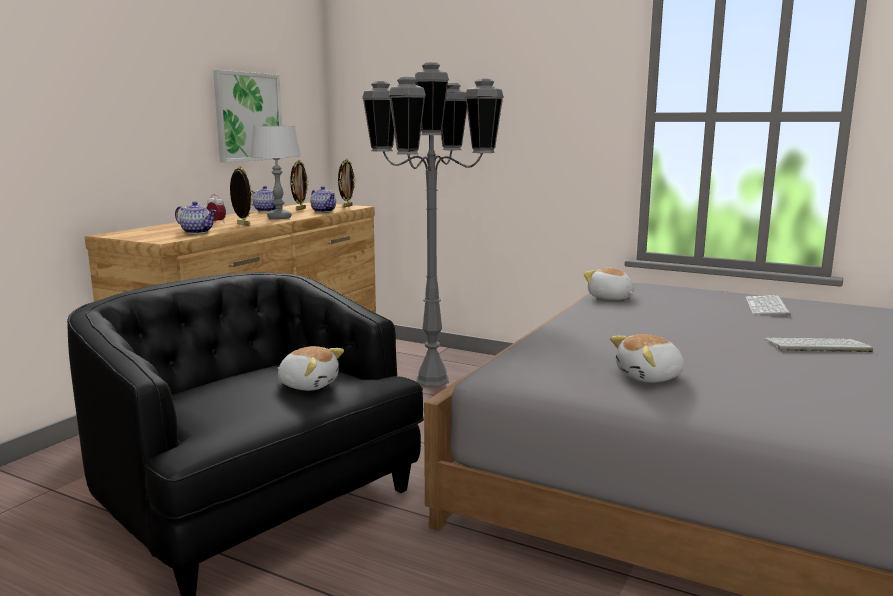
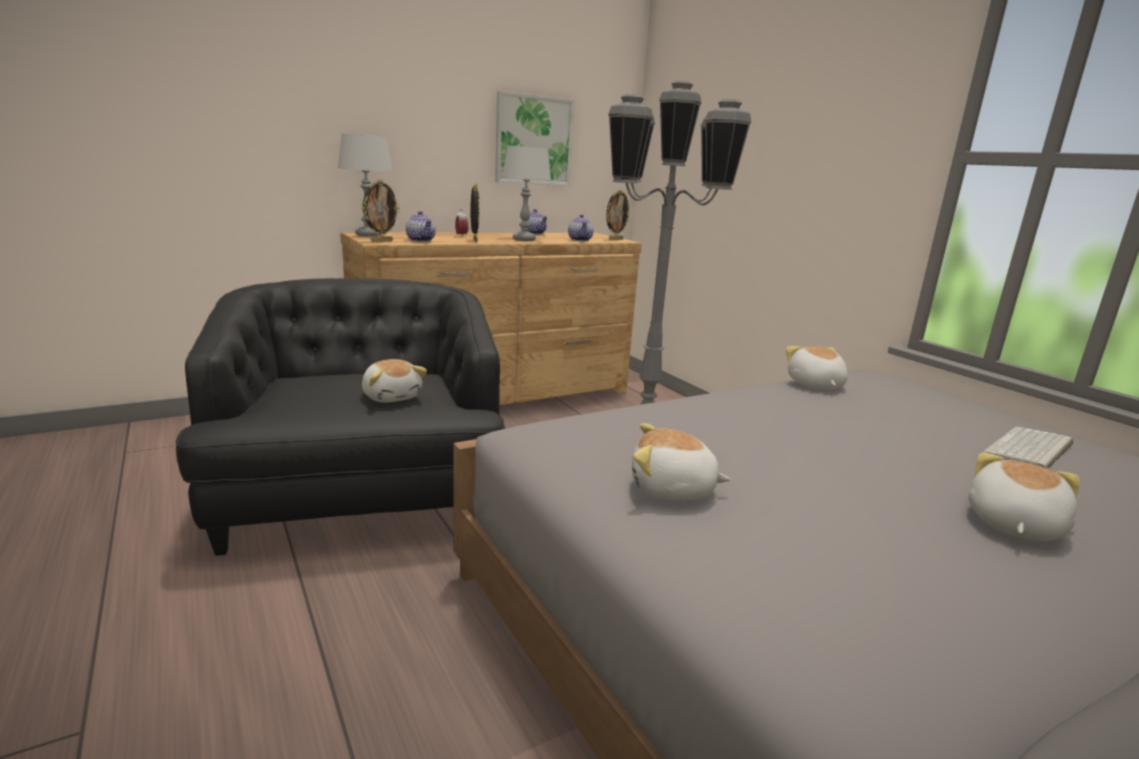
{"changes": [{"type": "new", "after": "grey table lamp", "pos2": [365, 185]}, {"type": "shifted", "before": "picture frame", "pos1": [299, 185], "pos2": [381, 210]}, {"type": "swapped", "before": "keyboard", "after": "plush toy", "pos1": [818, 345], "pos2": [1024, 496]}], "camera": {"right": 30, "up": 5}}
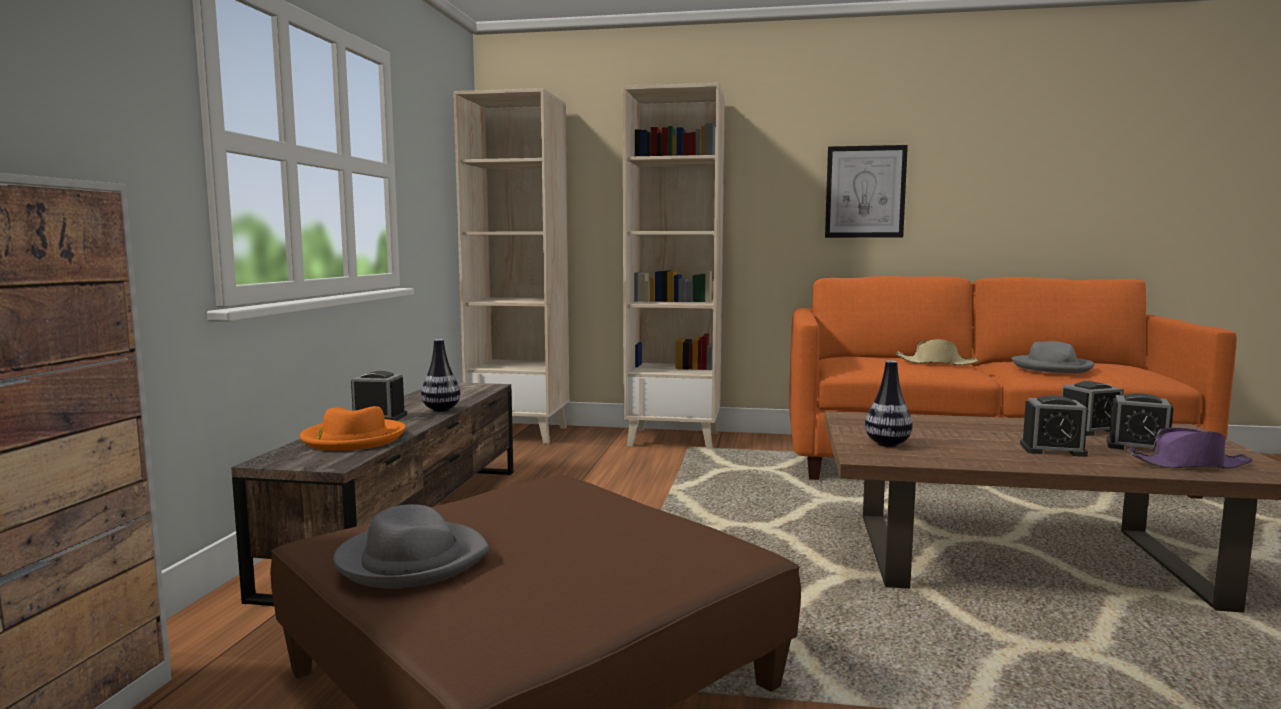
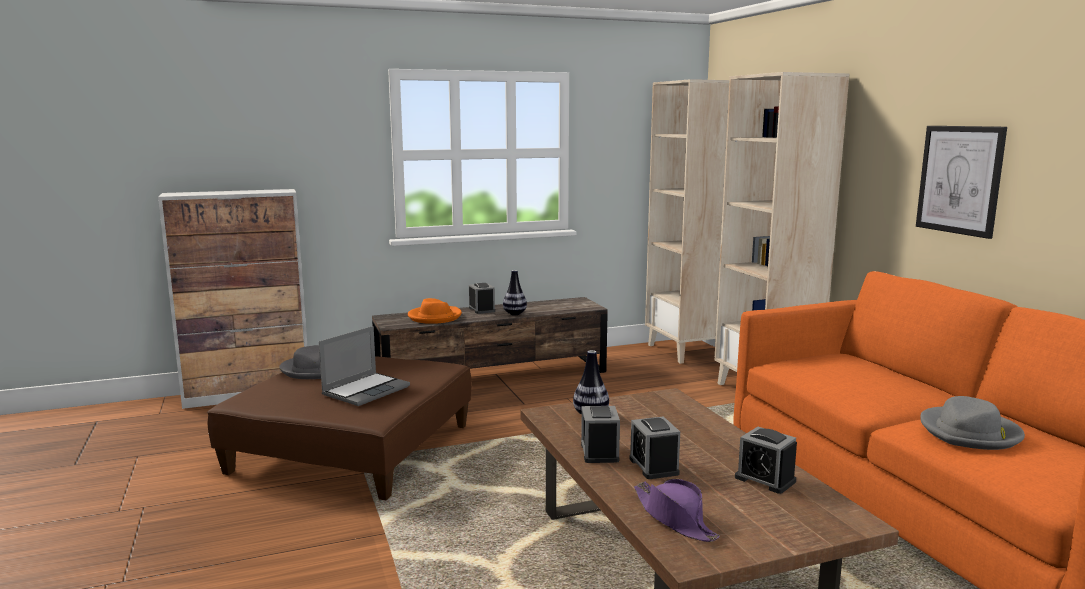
{"changes": [{"type": "new", "after": "laptop", "pos2": [364, 366]}, {"type": "shifted", "before": "alarm clock", "pos1": [1140, 421], "pos2": [600, 434]}, {"type": "gone", "before": "beige hat", "pos1": [937, 352]}], "camera": {"right": 60, "up": 5}}
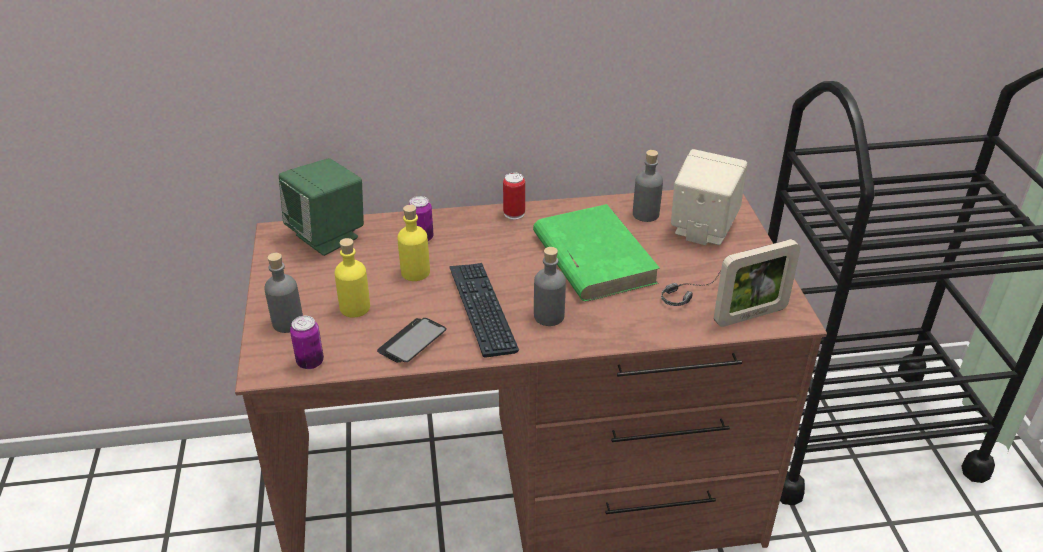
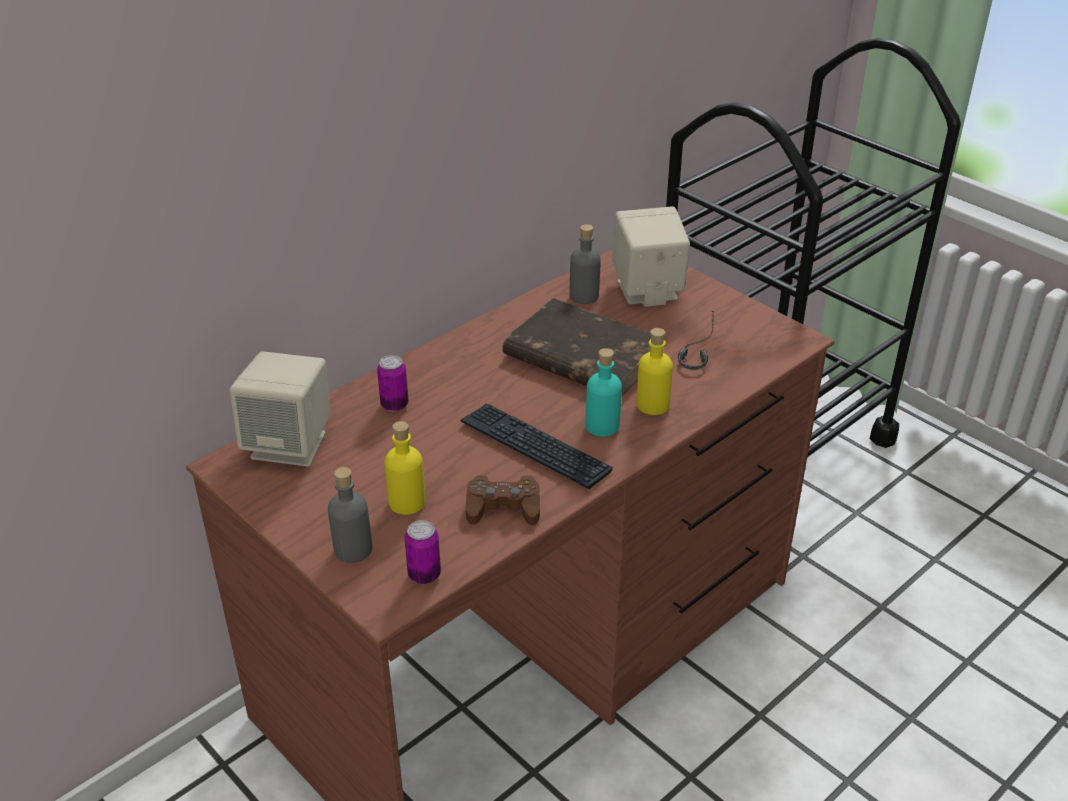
{"changes": [{"type": "repainted", "before": "green speaker", "after": "beige speaker", "pos1": [321, 207], "pos2": [280, 408]}, {"type": "swapped", "before": "phone", "after": "brown game controller", "pos1": [412, 340], "pos2": [503, 500]}, {"type": "repainted", "before": "green book", "after": "brown book", "pos1": [596, 252], "pos2": [583, 347]}, {"type": "repainted", "before": "grey bottle", "after": "turquoise bottle", "pos1": [550, 286], "pos2": [604, 392]}, {"type": "shifted", "before": "yellow bottle", "pos1": [413, 243], "pos2": [655, 371]}, {"type": "gone", "before": "can", "pos1": [514, 196]}, {"type": "gone", "before": "picture frame", "pos1": [757, 283]}], "camera": {"right": -35, "up": 0}}
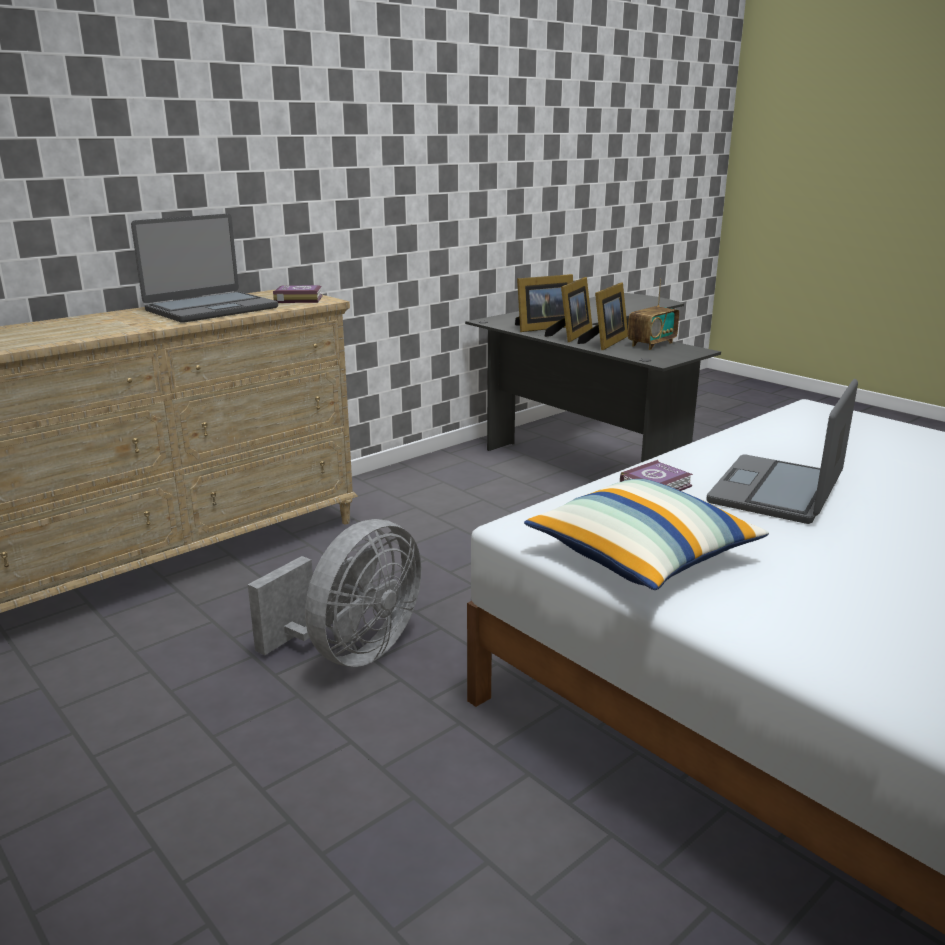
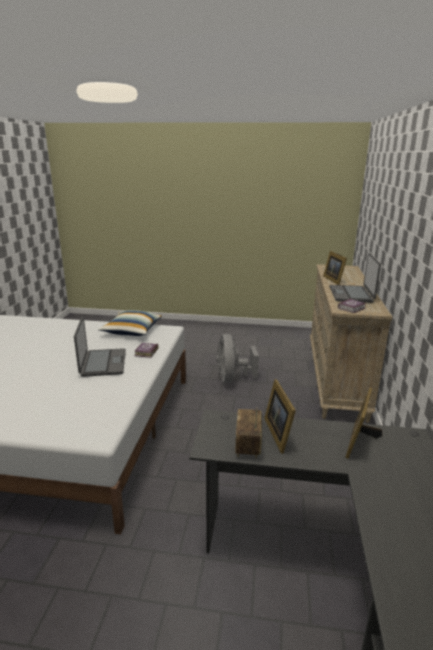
{"changes": [{"type": "shifted", "before": "picture frame", "pos1": [568, 309], "pos2": [335, 268]}], "camera": {"right": 140, "up": 0}}
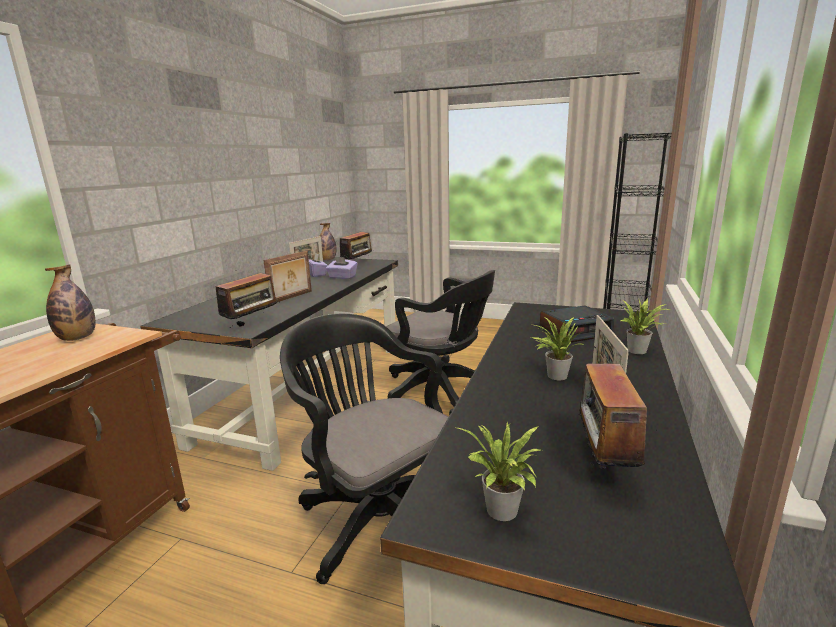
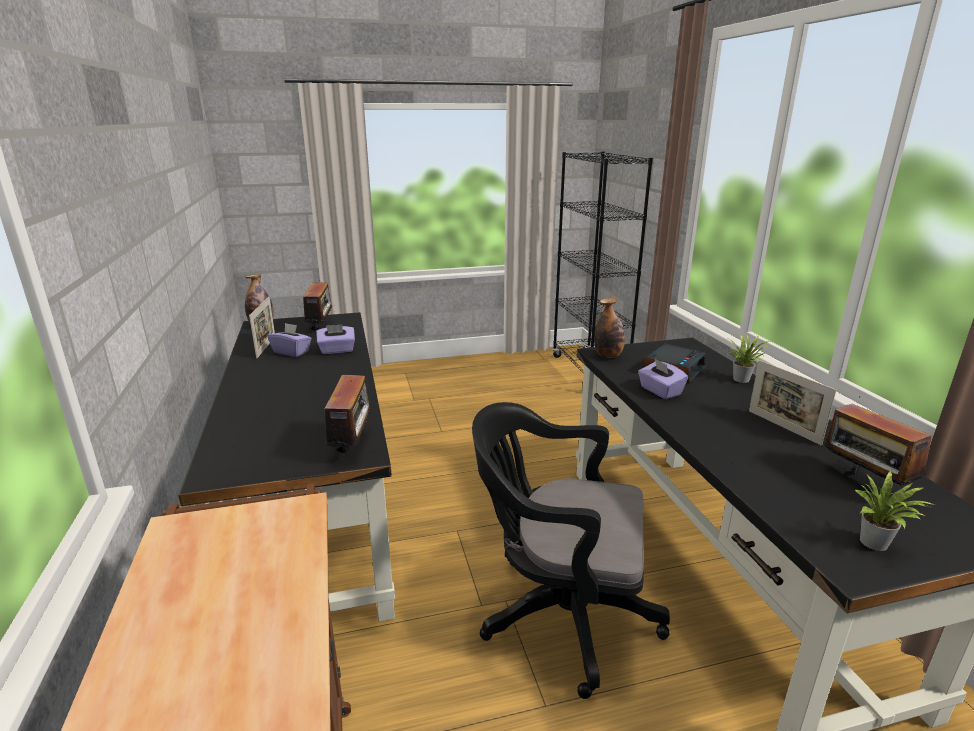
{"changes": [{"type": "shifted", "before": "bottle", "pos1": [70, 302], "pos2": [609, 328]}, {"type": "new", "after": "purple tissue box", "pos2": [663, 379]}, {"type": "gone", "before": "picture frame", "pos1": [287, 276]}, {"type": "gone", "before": "black office chair", "pos1": [440, 342]}, {"type": "gone", "before": "potted plant", "pos1": [558, 348]}], "camera": {"right": -35, "up": 5}}
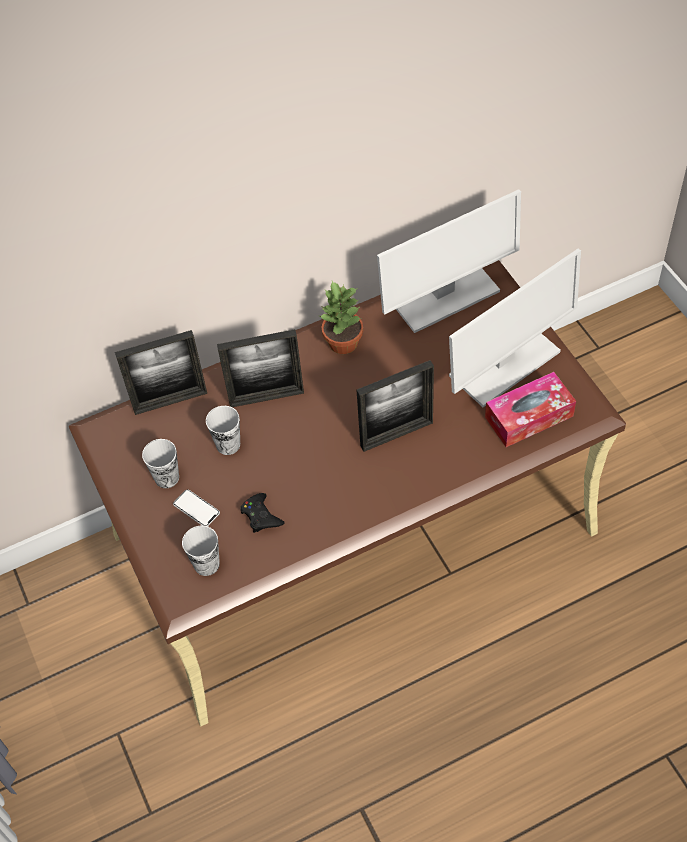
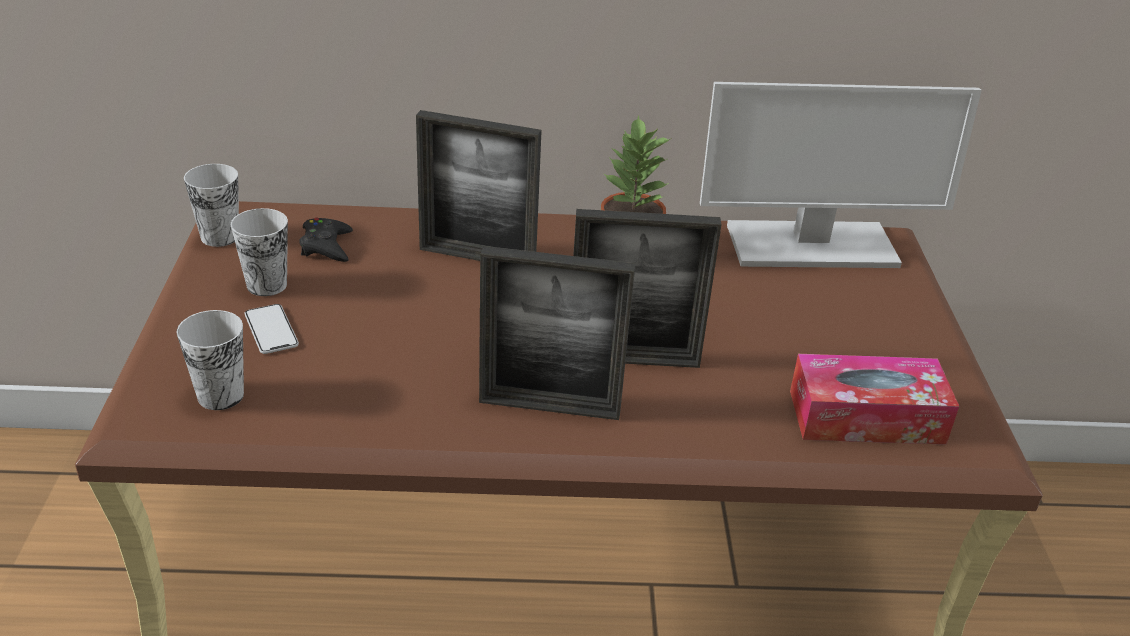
{"changes": [{"type": "shifted", "before": "cup", "pos1": [223, 430], "pos2": [211, 205]}, {"type": "shifted", "before": "black game controller", "pos1": [262, 513], "pos2": [326, 240]}, {"type": "shifted", "before": "picture frame", "pos1": [161, 372], "pos2": [557, 333]}, {"type": "gone", "before": "monitor", "pos1": [515, 328]}], "camera": {"right": 20, "up": -20}}
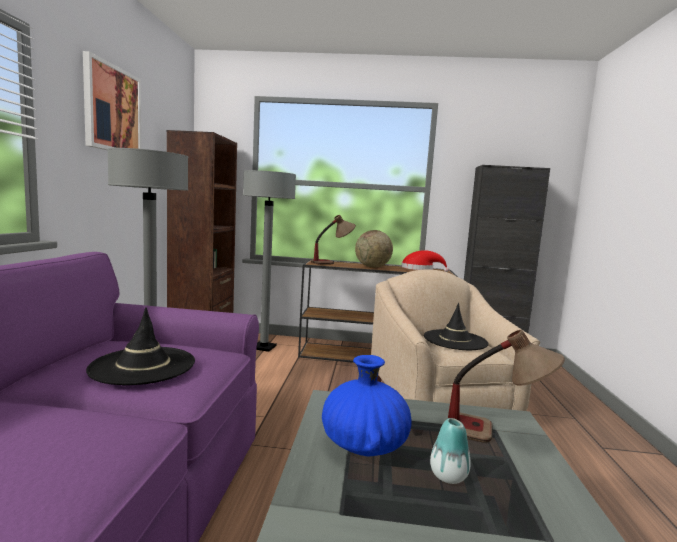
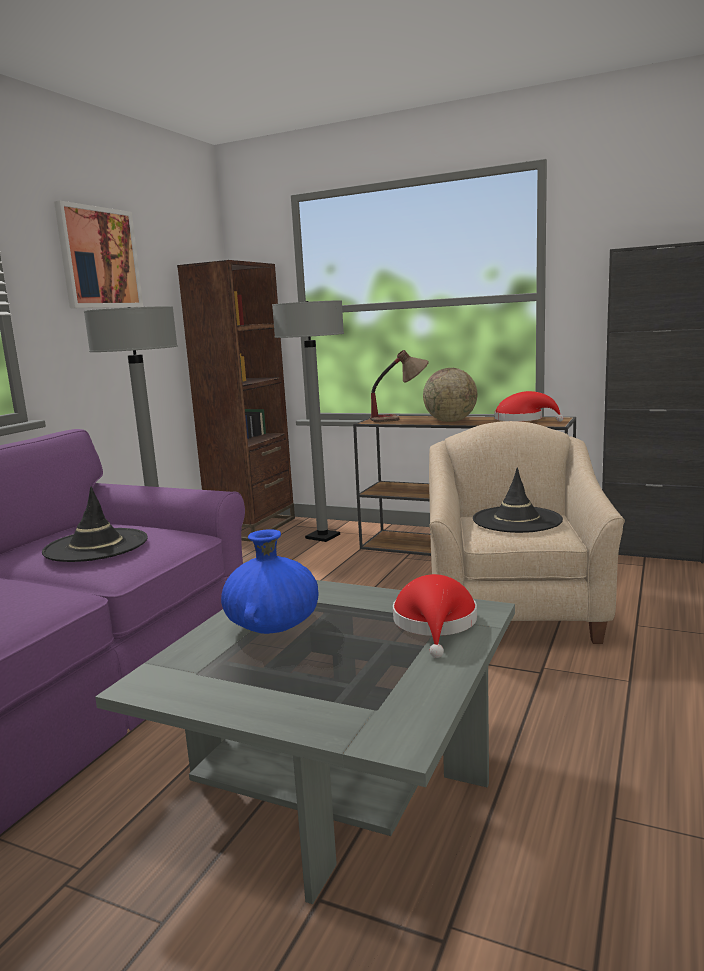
{"changes": [{"type": "swapped", "before": "table lamp", "after": "red hat", "pos1": [506, 386], "pos2": [435, 616]}, {"type": "gone", "before": "vase", "pos1": [450, 451]}], "camera": {"right": 20, "up": 5}}
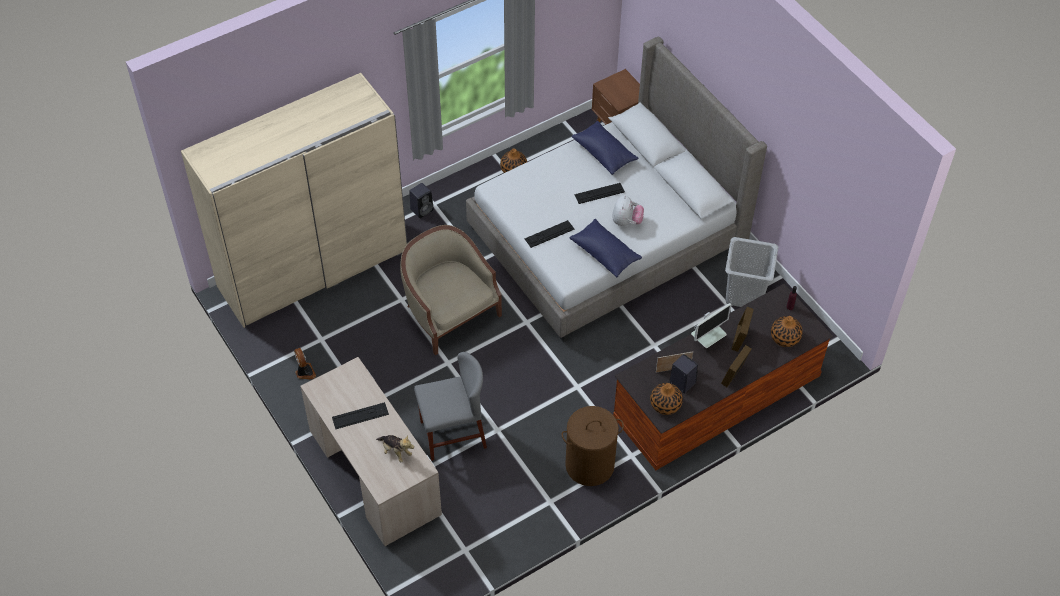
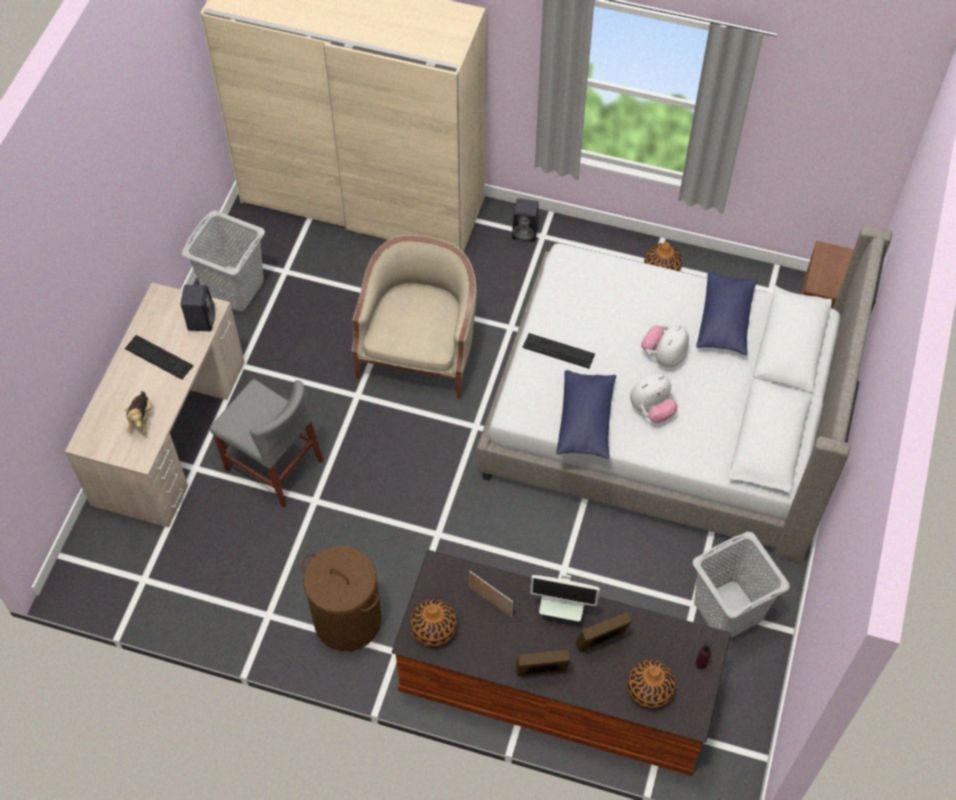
{"changes": [{"type": "swapped", "before": "fan", "after": "grey laundry basket", "pos1": [305, 363], "pos2": [223, 260]}, {"type": "shifted", "before": "black speaker", "pos1": [683, 373], "pos2": [198, 308]}, {"type": "swapped", "before": "keyboard", "after": "plush toy", "pos1": [599, 193], "pos2": [665, 346]}], "camera": {"right": 50, "up": 5}}
